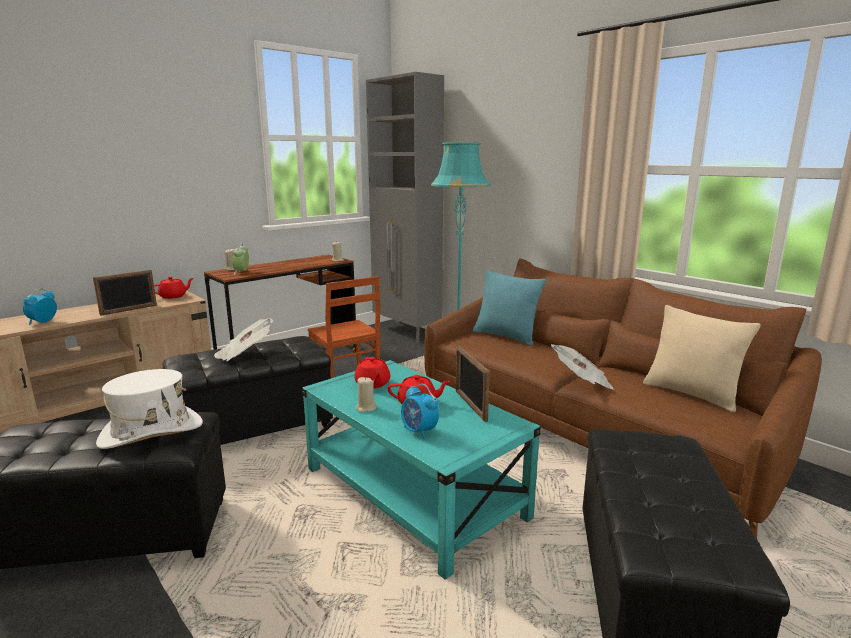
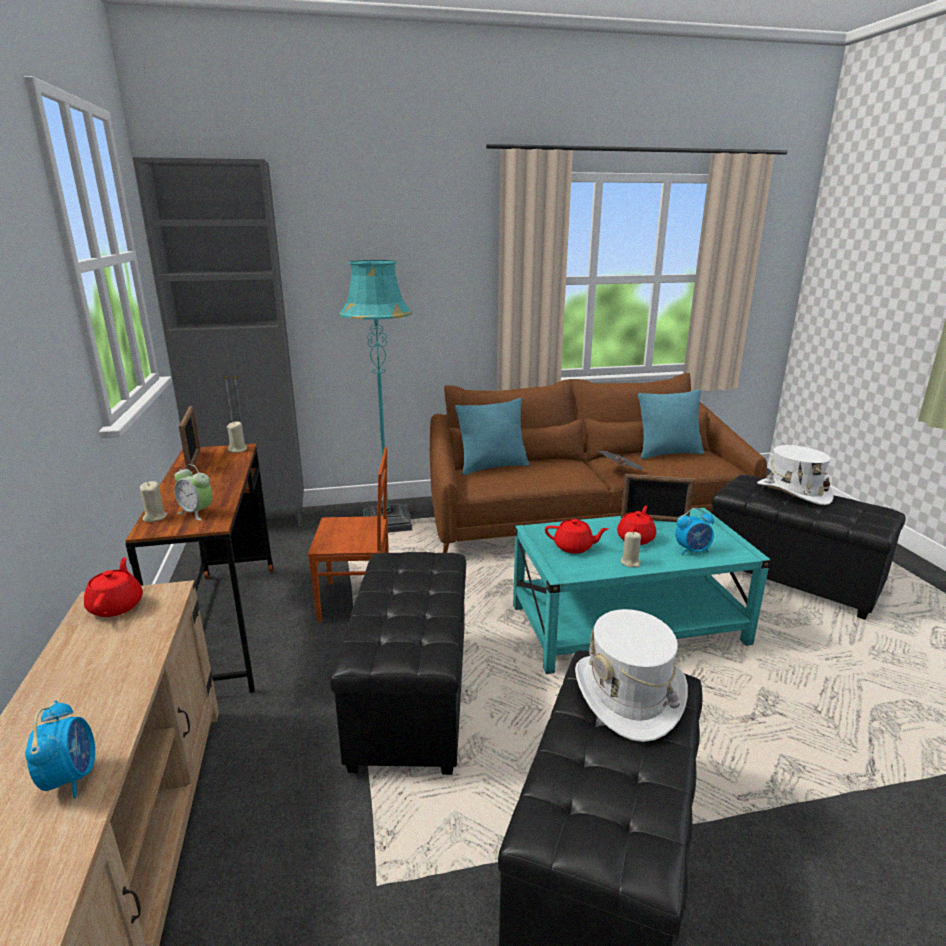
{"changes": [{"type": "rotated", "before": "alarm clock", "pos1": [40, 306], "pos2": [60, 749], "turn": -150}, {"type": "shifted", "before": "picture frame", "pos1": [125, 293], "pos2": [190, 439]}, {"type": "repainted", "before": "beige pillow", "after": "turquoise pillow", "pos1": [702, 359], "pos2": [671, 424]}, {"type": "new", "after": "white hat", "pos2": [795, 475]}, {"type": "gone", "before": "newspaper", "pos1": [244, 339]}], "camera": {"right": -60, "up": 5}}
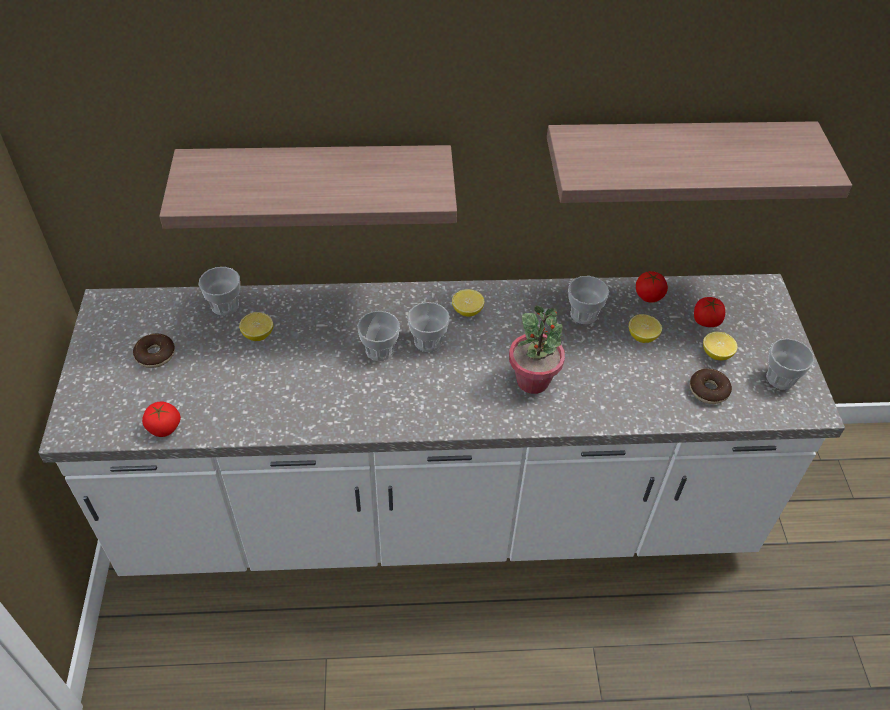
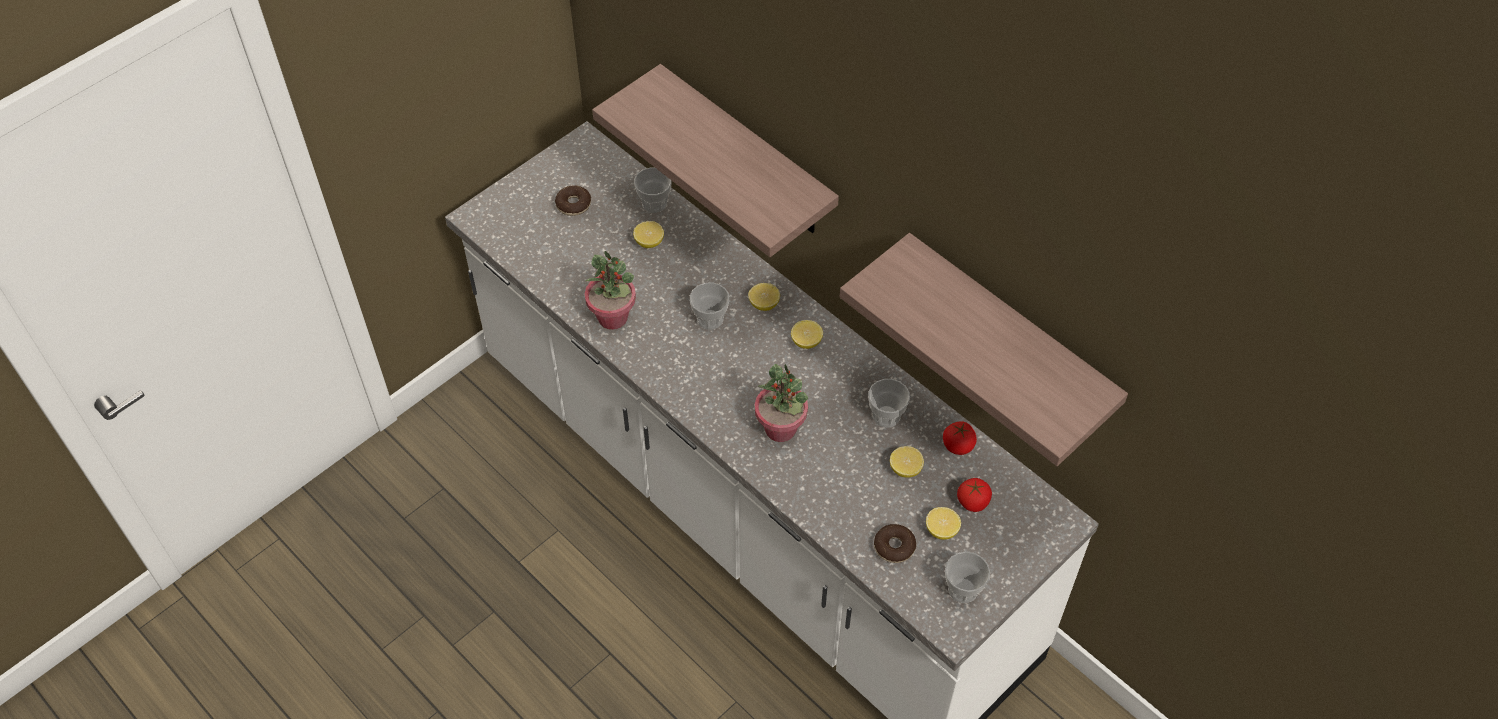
{"changes": [{"type": "new", "after": "potted plant", "pos2": [610, 290]}, {"type": "new", "after": "lemon", "pos2": [764, 297]}, {"type": "gone", "before": "tomato", "pos1": [161, 419]}, {"type": "gone", "before": "cup", "pos1": [428, 327]}], "camera": {"right": 50, "up": 5}}
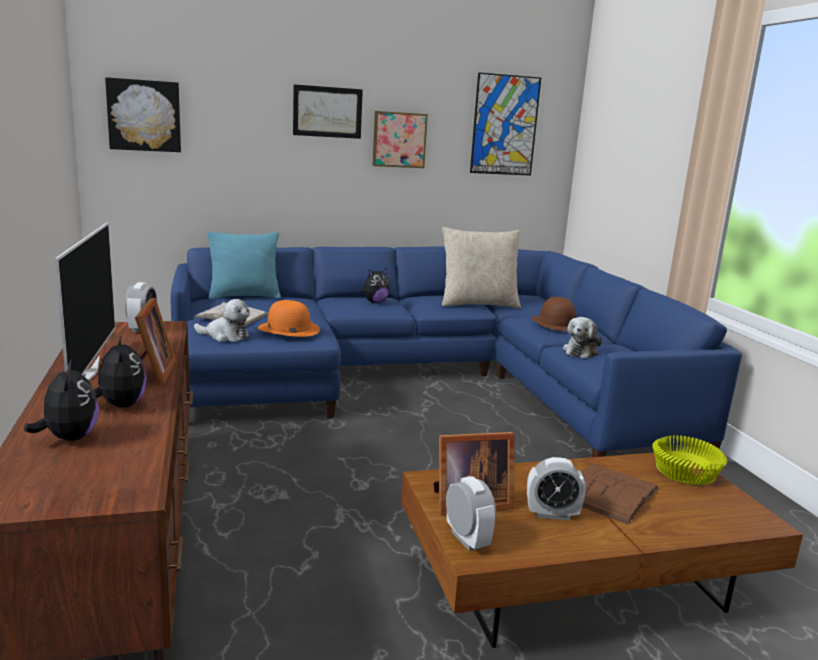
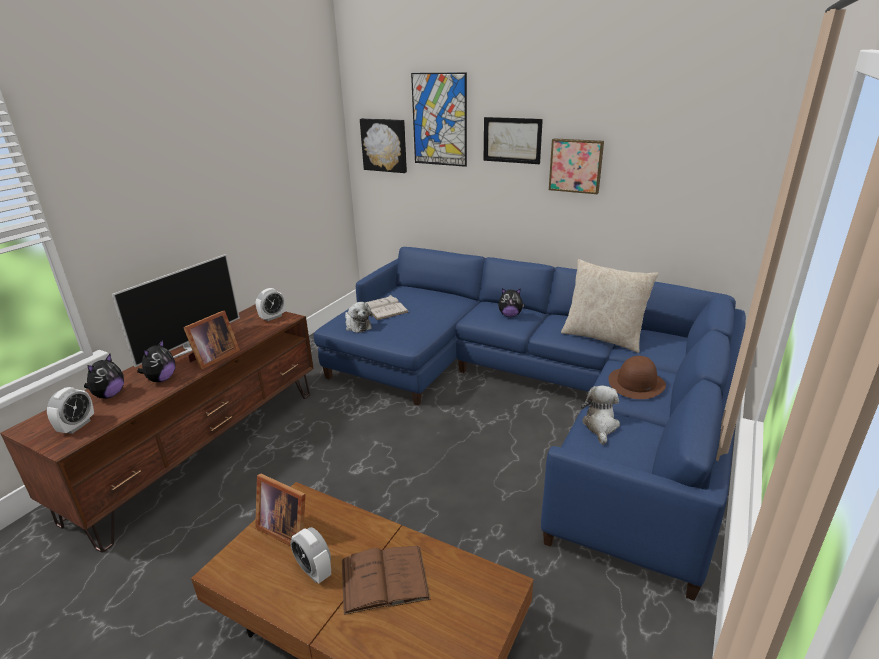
{"changes": [{"type": "shifted", "before": "alarm clock", "pos1": [471, 513], "pos2": [70, 410]}, {"type": "shifted", "before": "picture", "pos1": [505, 124], "pos2": [439, 119]}, {"type": "rotated", "before": "plush toy", "pos1": [582, 338], "pos2": [600, 415], "turn": 120}, {"type": "gone", "before": "turquoise pillow", "pos1": [244, 265]}, {"type": "gone", "before": "orange hat", "pos1": [289, 318]}, {"type": "gone", "before": "yellow bowl", "pos1": [689, 460]}], "camera": {"right": 45, "up": 10}}
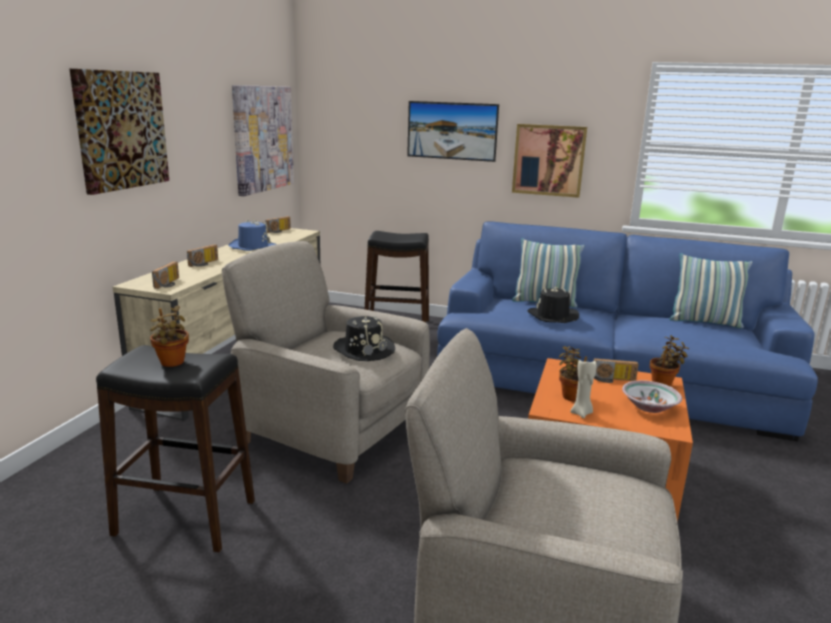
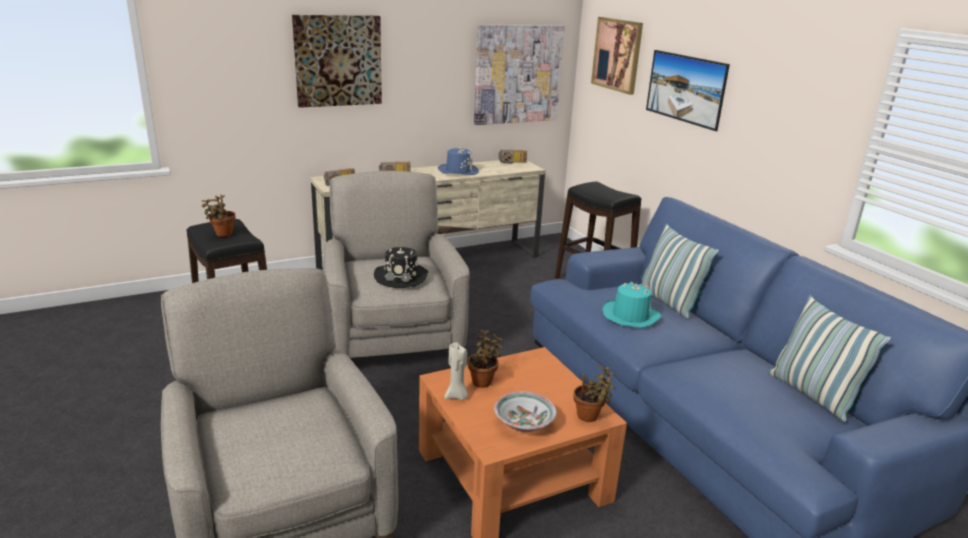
{"changes": [{"type": "shifted", "before": "picture", "pos1": [549, 161], "pos2": [617, 56]}, {"type": "repainted", "before": "black hat", "after": "turquoise hat", "pos1": [553, 305], "pos2": [631, 305]}, {"type": "gone", "before": "radio", "pos1": [616, 370]}], "camera": {"right": 45, "up": 5}}
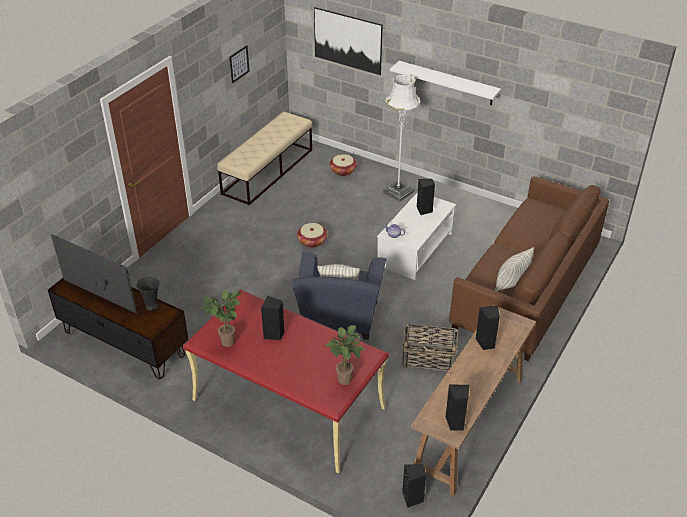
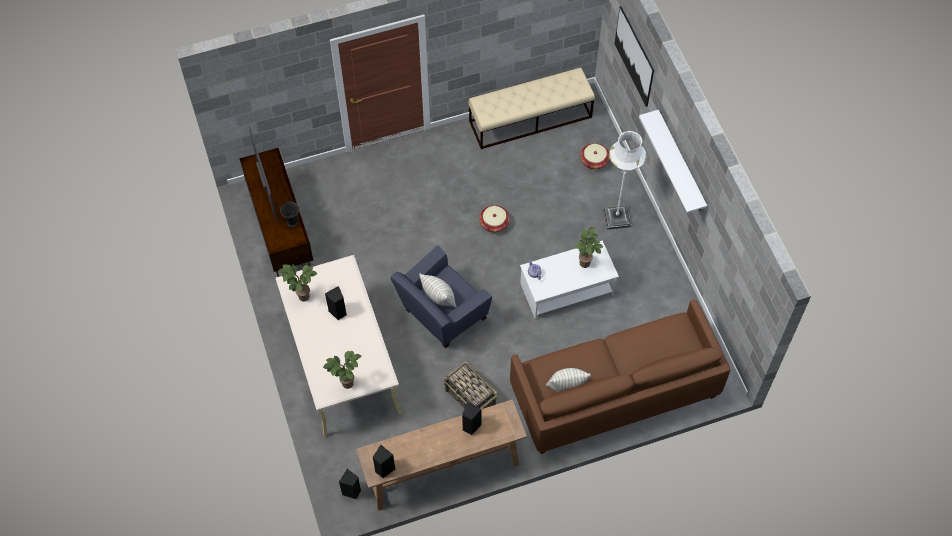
{"changes": [{"type": "repainted", "before": "red desk", "after": "beige desk", "pos1": [286, 381], "pos2": [338, 346]}, {"type": "swapped", "before": "black speaker", "after": "potted plant", "pos1": [426, 197], "pos2": [589, 247]}, {"type": "gone", "before": "picture", "pos1": [239, 64]}], "camera": {"right": 40, "up": 20}}
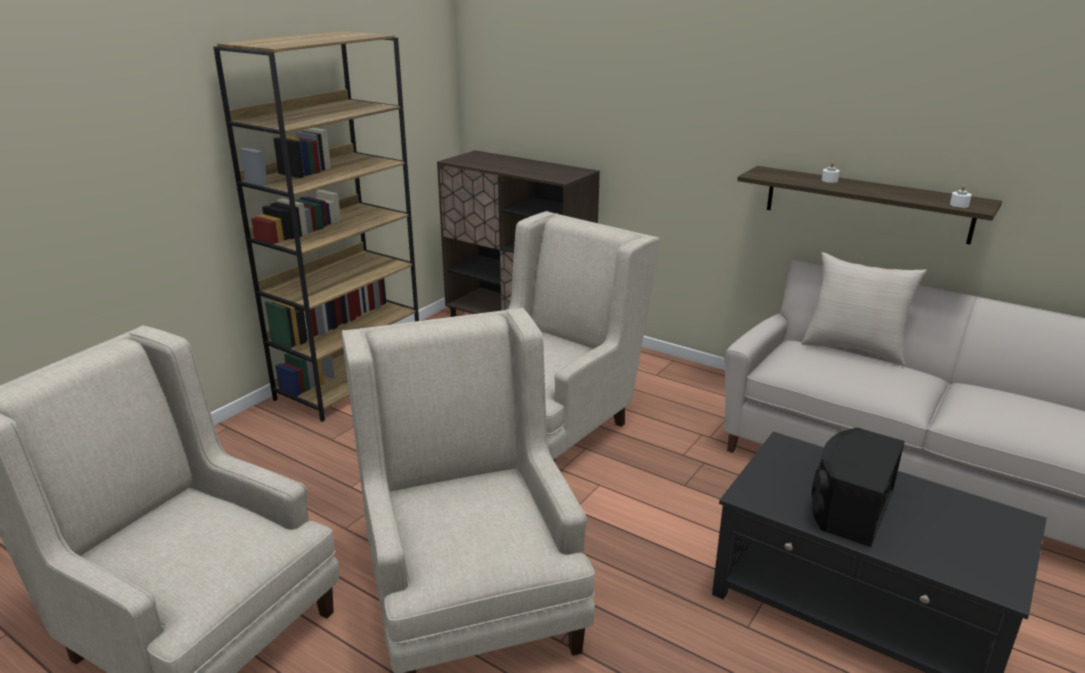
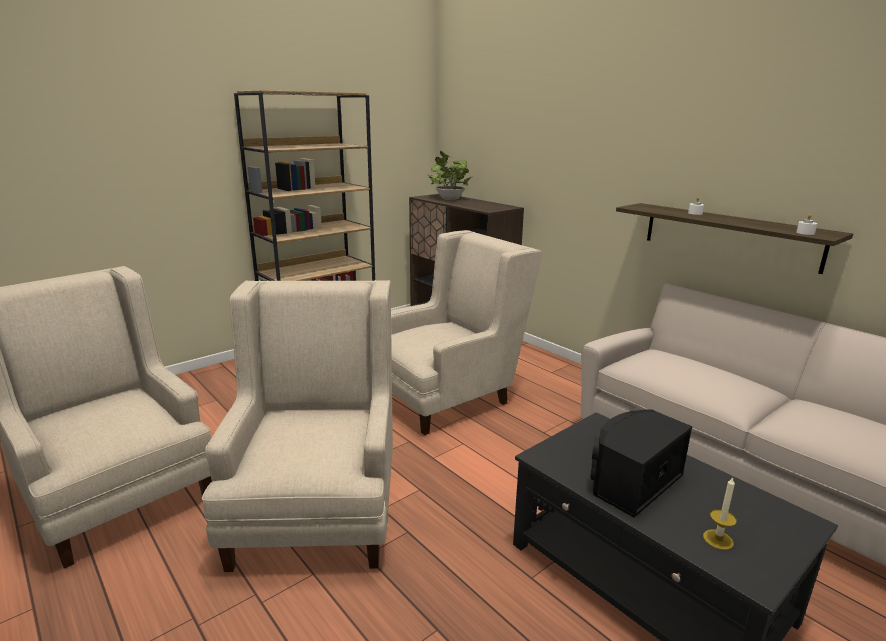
{"changes": [{"type": "new", "after": "potted plant", "pos2": [449, 175]}, {"type": "new", "after": "candle", "pos2": [720, 513]}, {"type": "gone", "before": "beige pillow", "pos1": [864, 309]}], "camera": {"right": 15, "up": -5}}
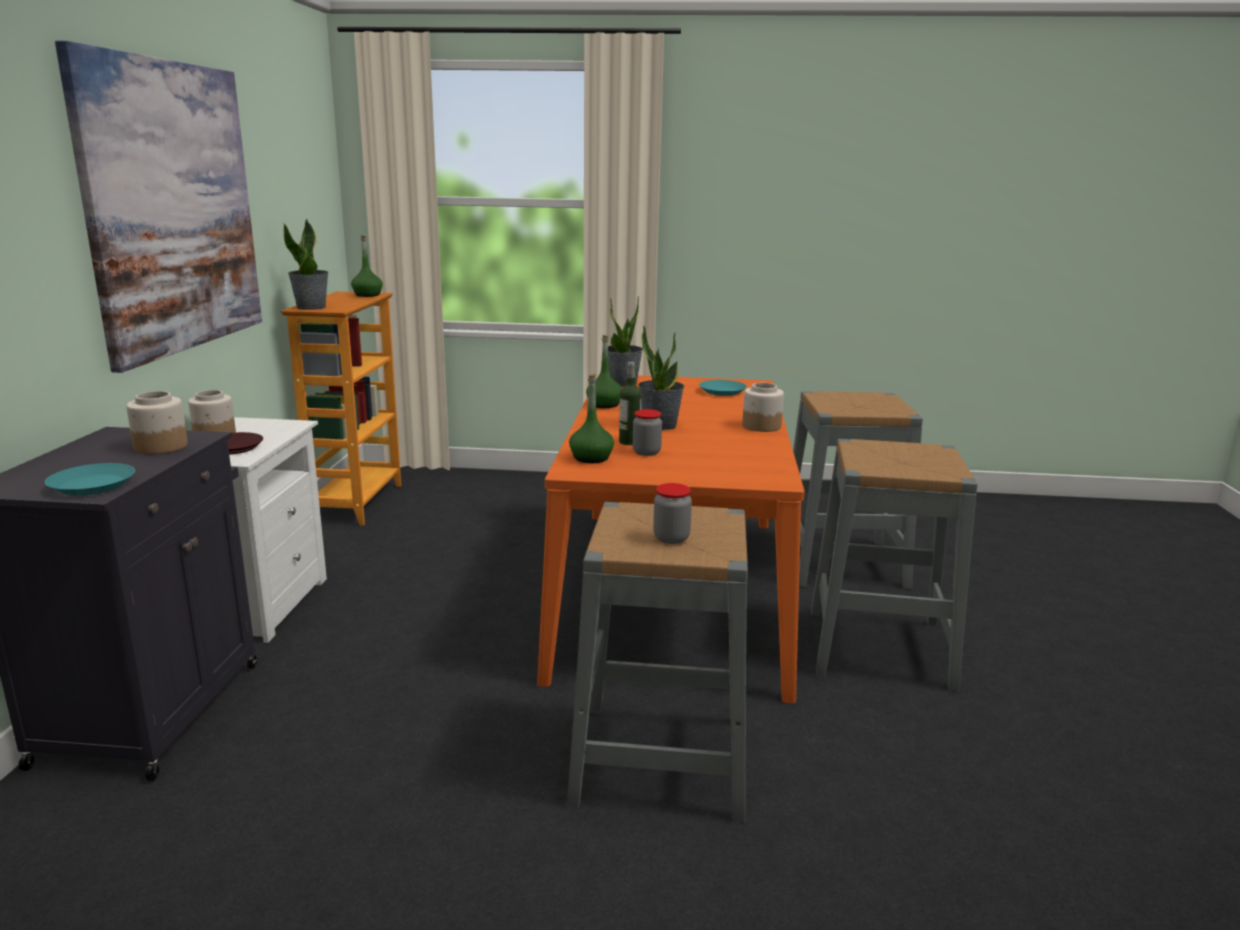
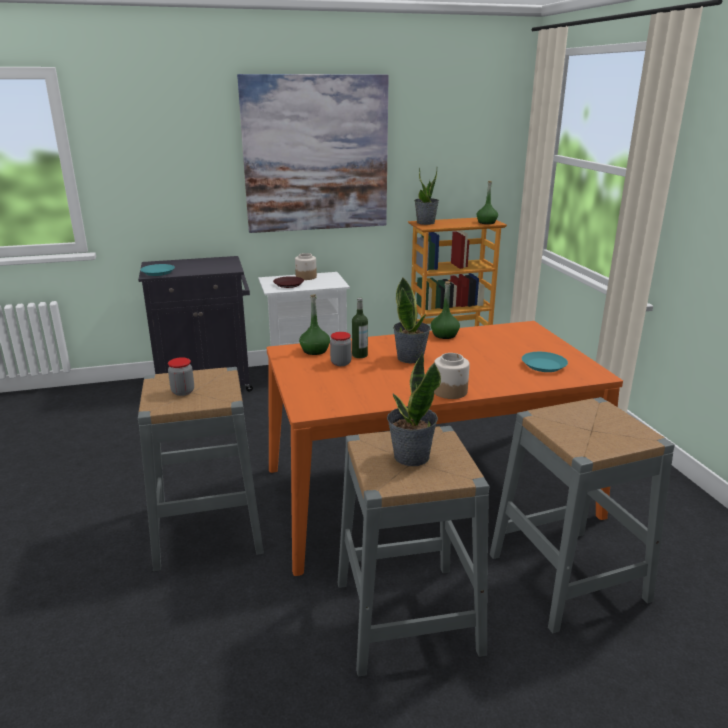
{"changes": [{"type": "shifted", "before": "potted plant", "pos1": [625, 341], "pos2": [414, 409]}, {"type": "gone", "before": "jar", "pos1": [157, 422]}], "camera": {"right": 70, "up": 5}}
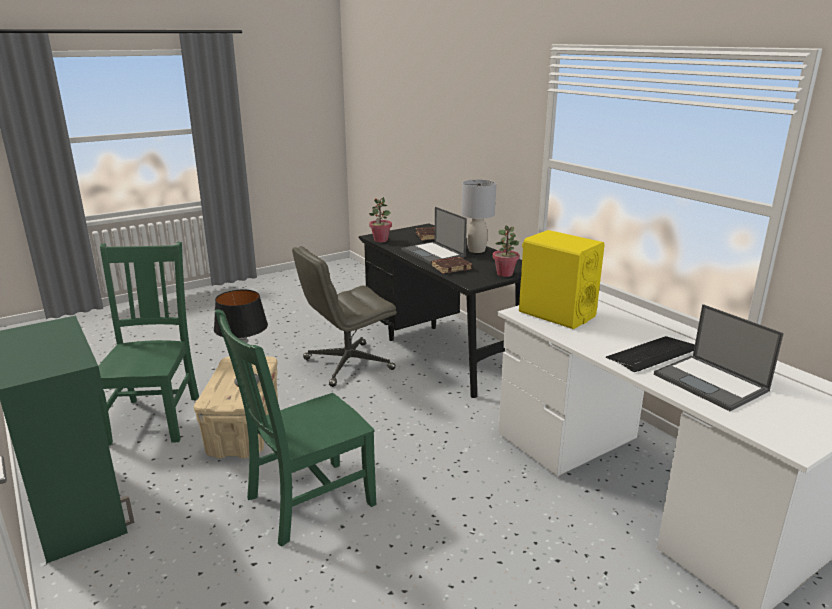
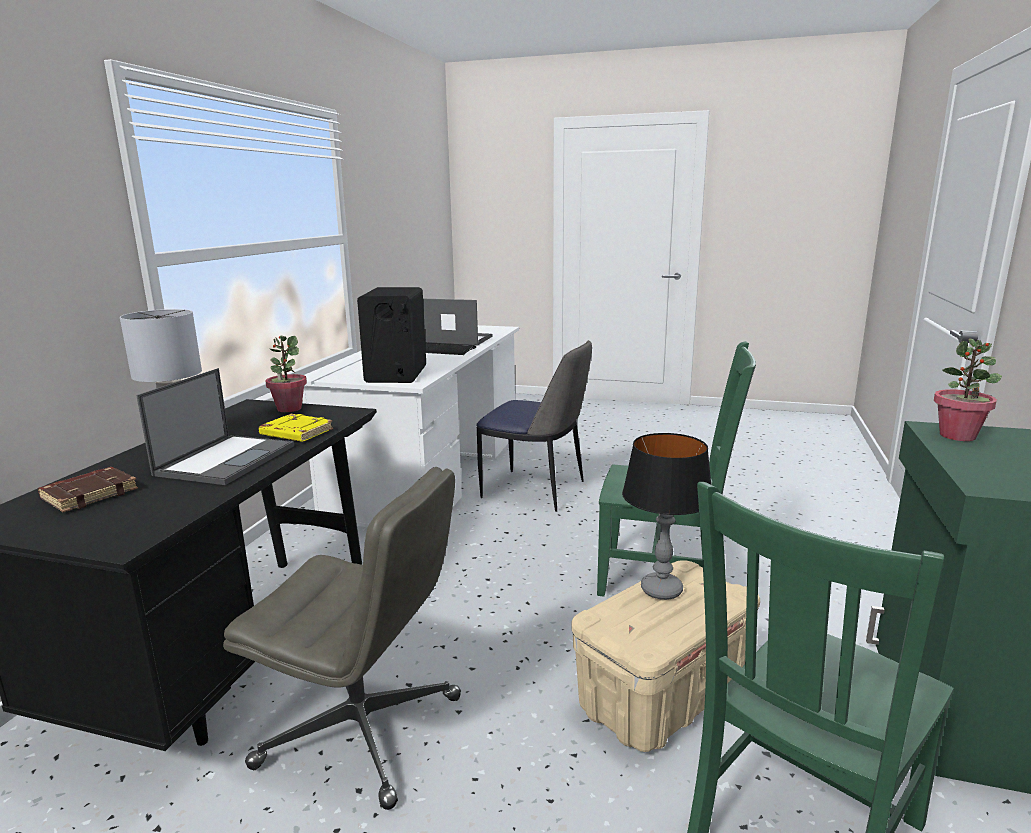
{"changes": [{"type": "repainted", "before": "brown book", "after": "yellow book", "pos1": [451, 265], "pos2": [295, 428]}, {"type": "repainted", "before": "yellow speaker", "after": "black speaker", "pos1": [562, 279], "pos2": [391, 335]}, {"type": "rotated", "before": "laptop", "pos1": [719, 357], "pos2": [457, 322], "turn": -90}, {"type": "new", "after": "chair", "pos2": [534, 426]}, {"type": "shifted", "before": "potted plant", "pos1": [380, 219], "pos2": [968, 390]}], "camera": {"right": -130, "up": -5}}
